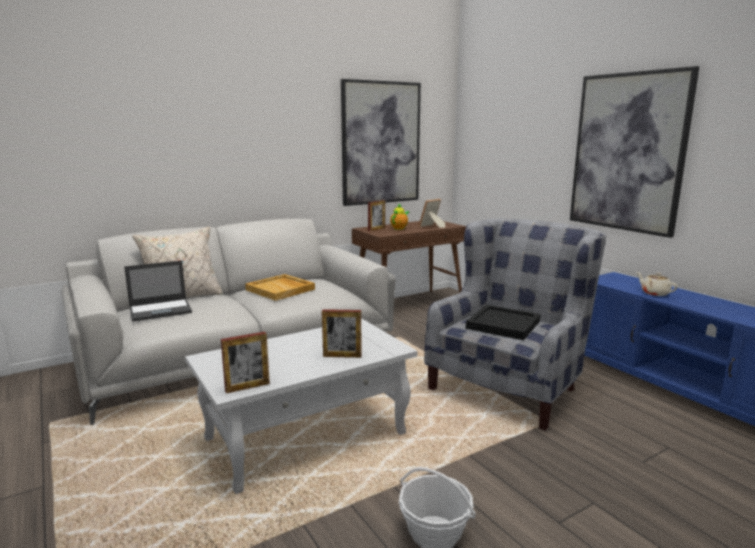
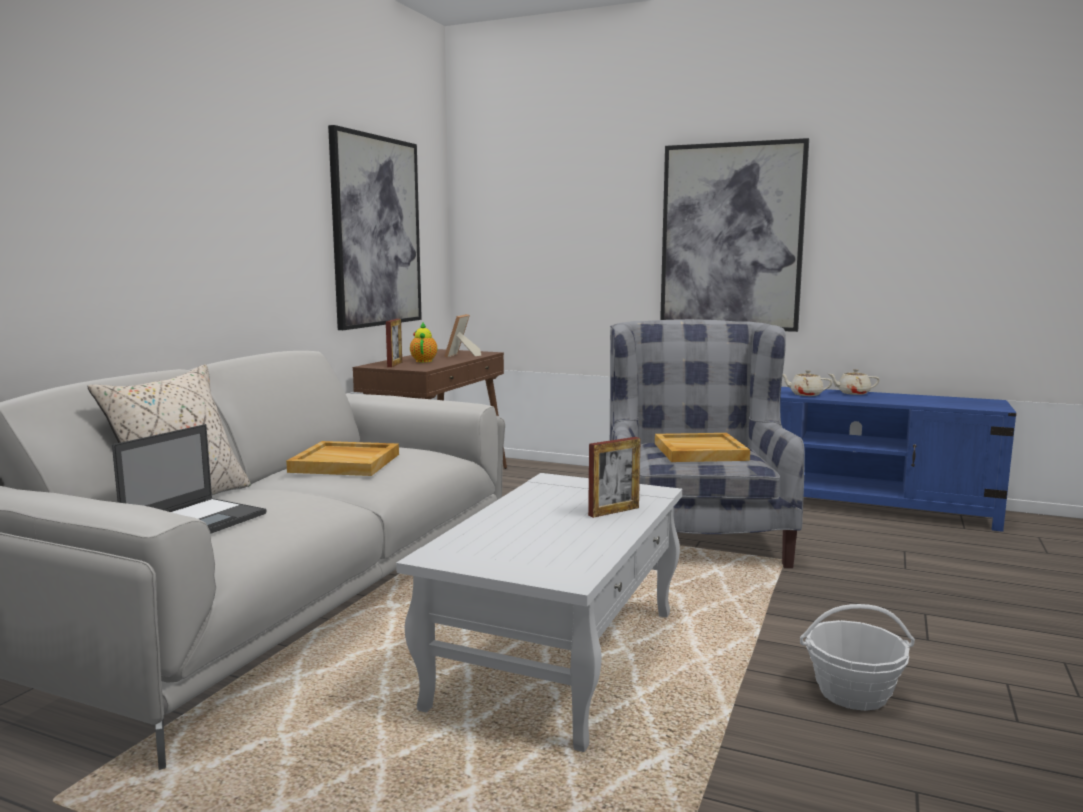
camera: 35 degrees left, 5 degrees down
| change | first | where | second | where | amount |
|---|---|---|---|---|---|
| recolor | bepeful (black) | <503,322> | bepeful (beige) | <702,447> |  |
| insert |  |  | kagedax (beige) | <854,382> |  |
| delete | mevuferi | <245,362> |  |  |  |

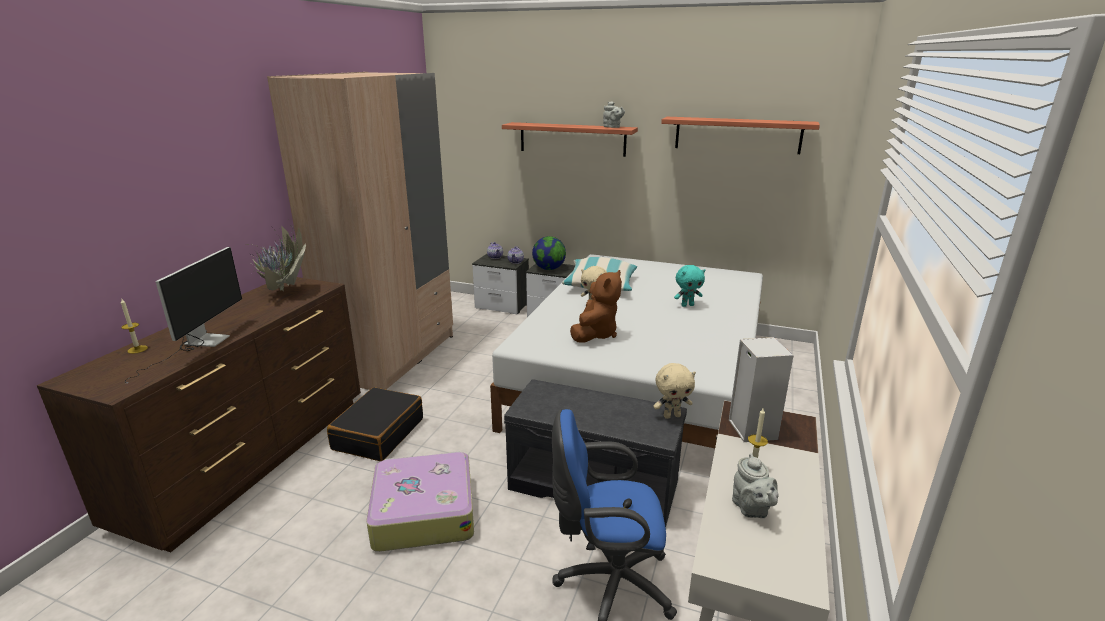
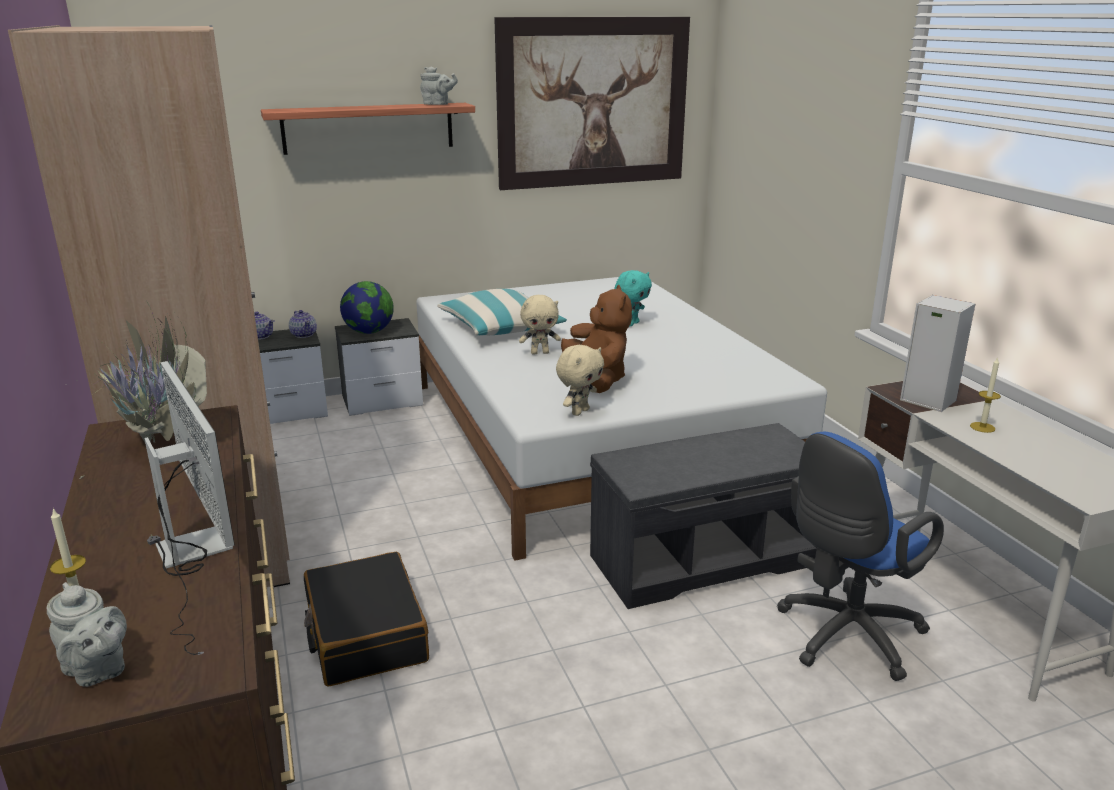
camera: 40 degrees left, 0 degrees up
| change | first | where | second | where | amount |
|---|---|---|---|---|---|
| move | kagedax (grey) | <755,485> |  | <87,634> |  |
| replace | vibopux | <740,135> | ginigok | <592,103> |  |
| move | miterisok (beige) | <674,391> |  | <580,380> |  |
| delete | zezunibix | <420,501> |  |  |  |

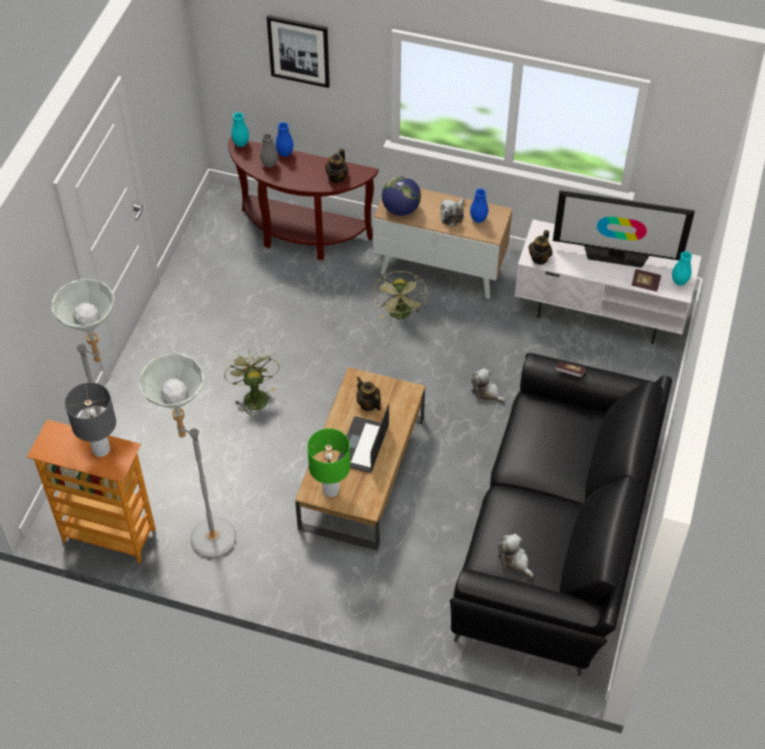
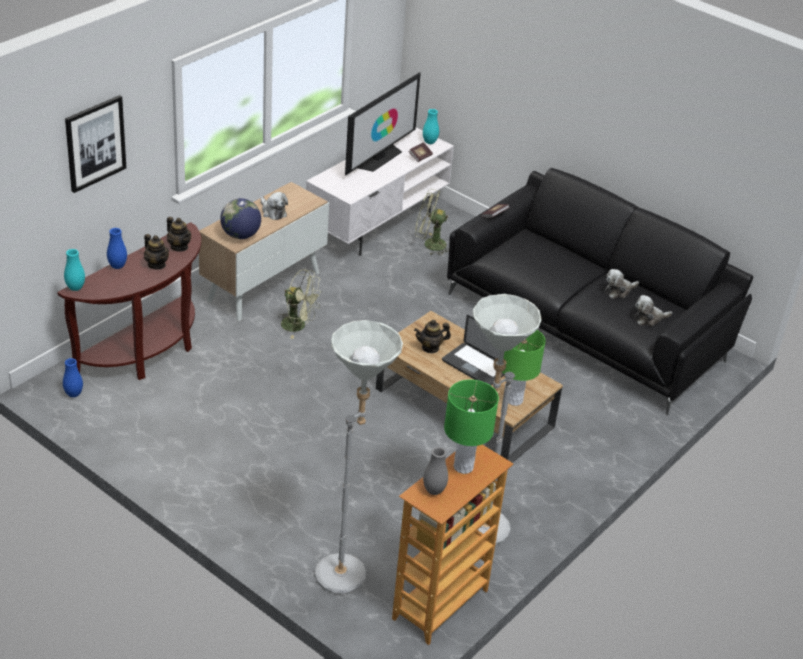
camera: 70 degrees left, 15 degrees down
| change | first | where | second | where | amount |
|---|---|---|---|---|---|
| move | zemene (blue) | <479,206> |  | <73,377> |  |
| move | kagedax | <540,247> |  | <156,252> |  |
| move | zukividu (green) | <252,383> |  | <432,222> |  |
| move | zemene (grey) | <269,150> |  | <435,471> |  |
| recolor | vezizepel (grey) | <90,419> | vezizepel (green) | <471,427> |  |
| move | miterisok | <488,385> |  | <621,284> |  |

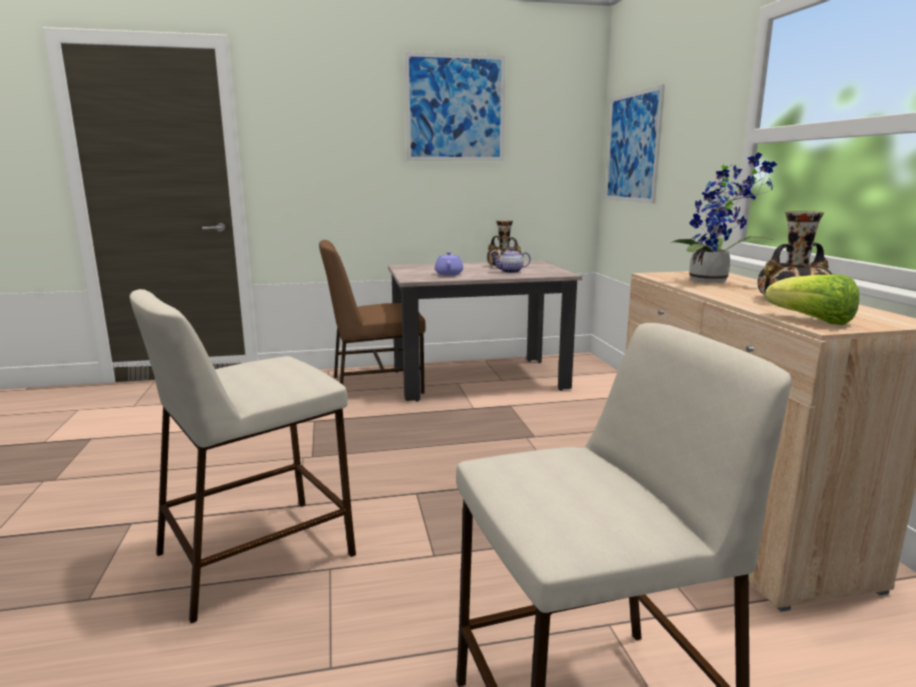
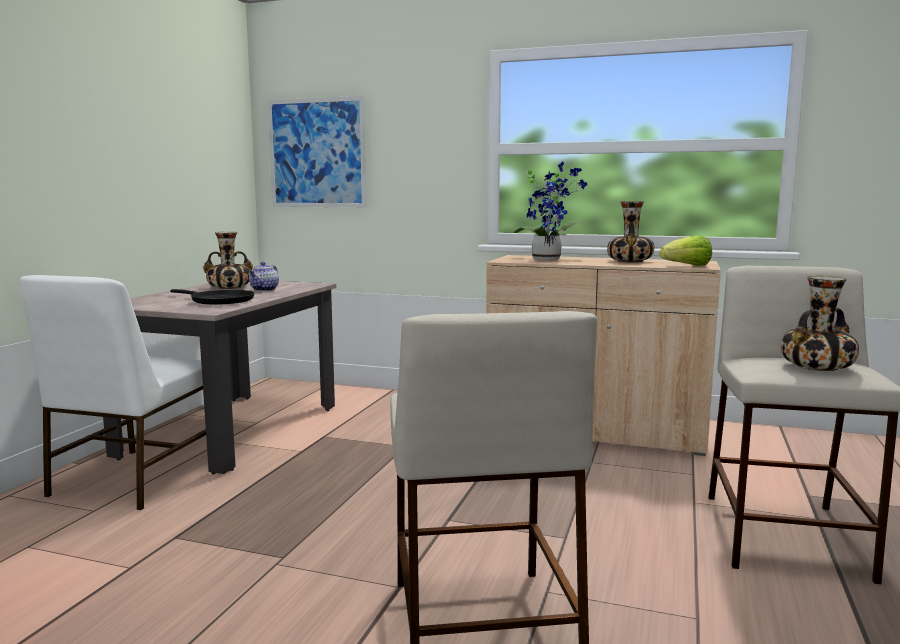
camera: 60 degrees left, 5 degrees down
| change | first | where | second | where | amount |
|---|---|---|---|---|---|
| recolor | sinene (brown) | <372,317> | sinene (white) | <113,392> |  |
| replace | kagedax (purple) | <449,264> | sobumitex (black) | <212,297> |  |
| insert |  |  | zemene | <820,323> |  |
| delete | ginigok | <454,106> |  |  |  |

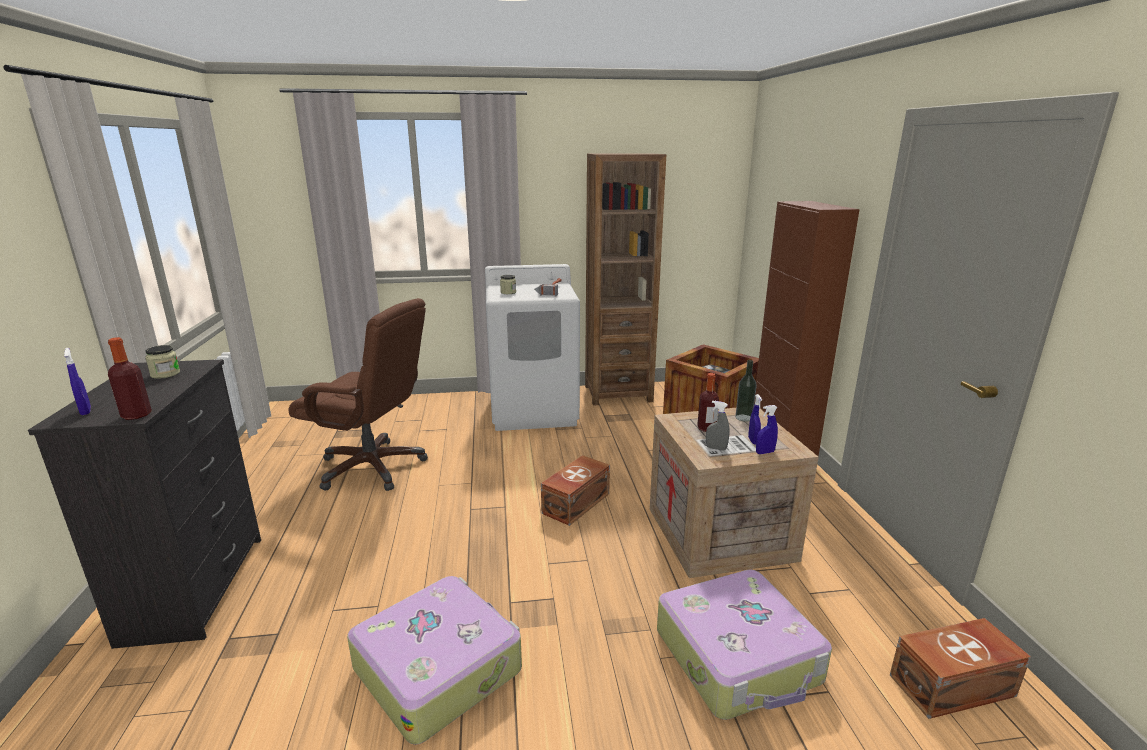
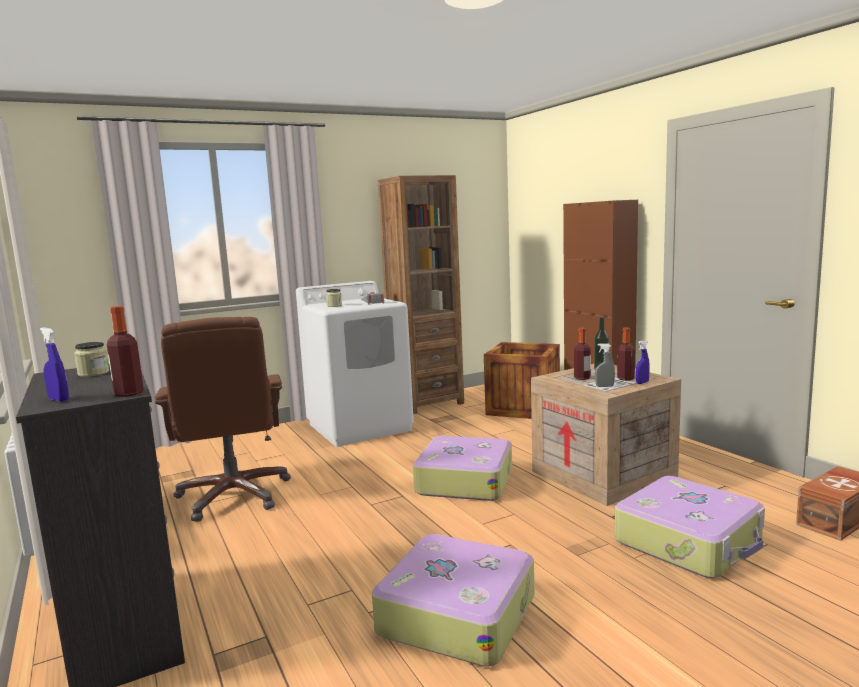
camera: 20 degrees left, 10 degrees down
| change | first | where | second | where | amount |
|---|---|---|---|---|---|
| rotate | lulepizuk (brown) | <358,394> |  | <223,419> | 75 degrees clockwise |
| replace | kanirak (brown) | <575,490> | zezunibix | <462,468> |  |
| replace | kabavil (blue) | <755,419> | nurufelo | <626,354> |  |

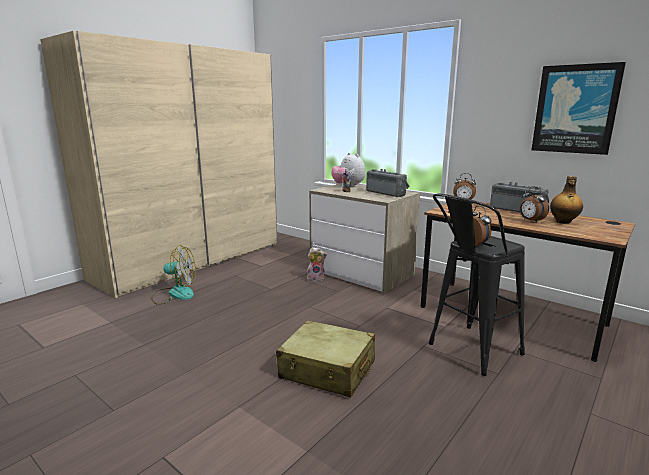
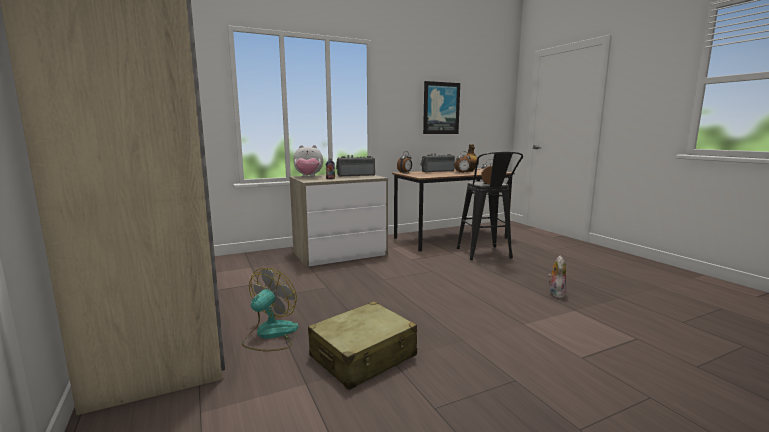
camera: 65 degrees left, 5 degrees down
| change | first | where | second | where | amount |
|---|---|---|---|---|---|
| move | zezunibix (beige) | <325,359> |  | <362,345> |  |
| move | miterisok | <317,264> |  | <557,277> |  |

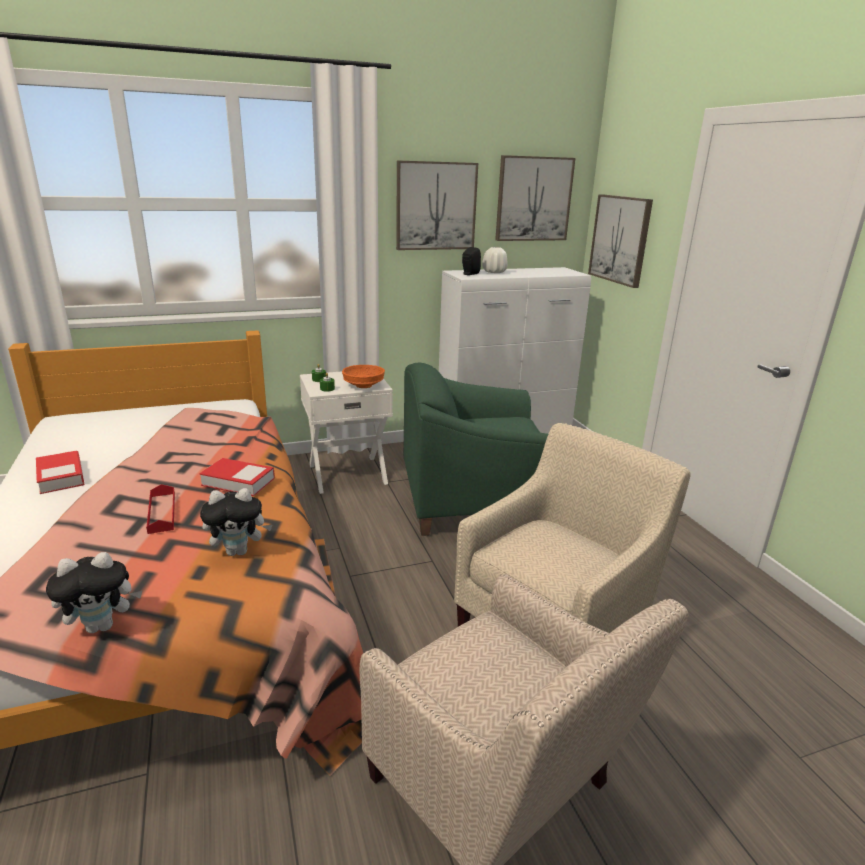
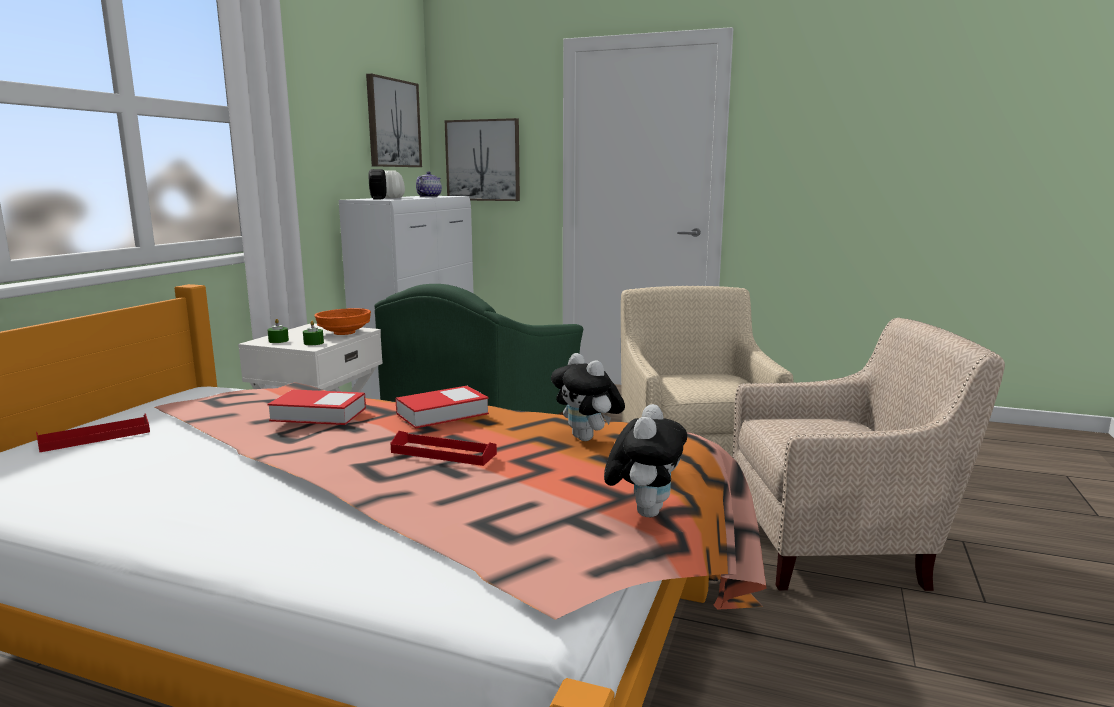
camera: 50 degrees left, 10 degrees down
| change | first | where | second | where | amount |
|---|---|---|---|---|---|
| insert |  |  | bepeful (red) | <93,432> |  |
| move | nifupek | <60,472> |  | <317,407> |  |
| insert |  |  | kagedax | <429,184> |  |
| rotate | miterisok | <236,522> |  | <588,397> | 120 degrees clockwise |
| delete | ginigok | <437,205> |  |  |  |

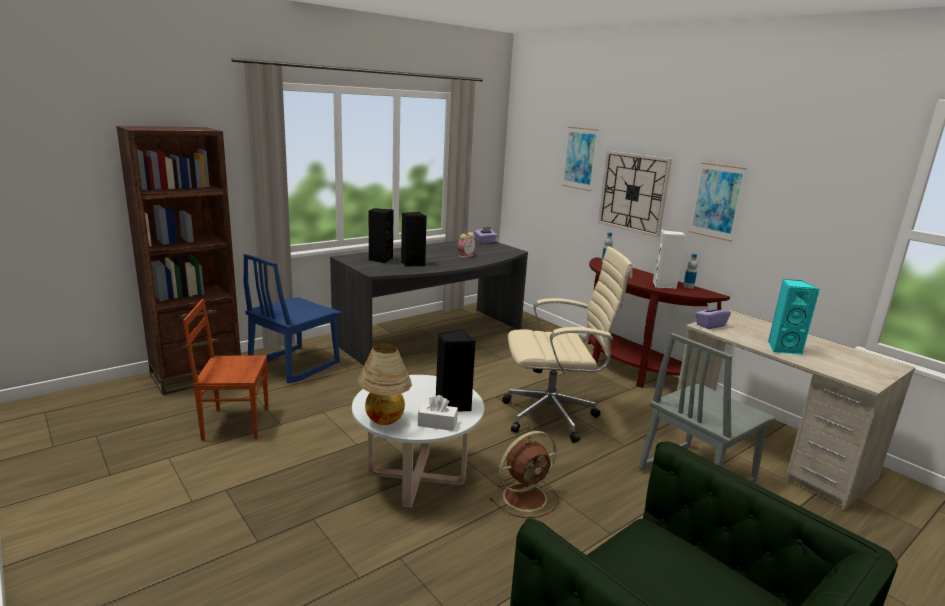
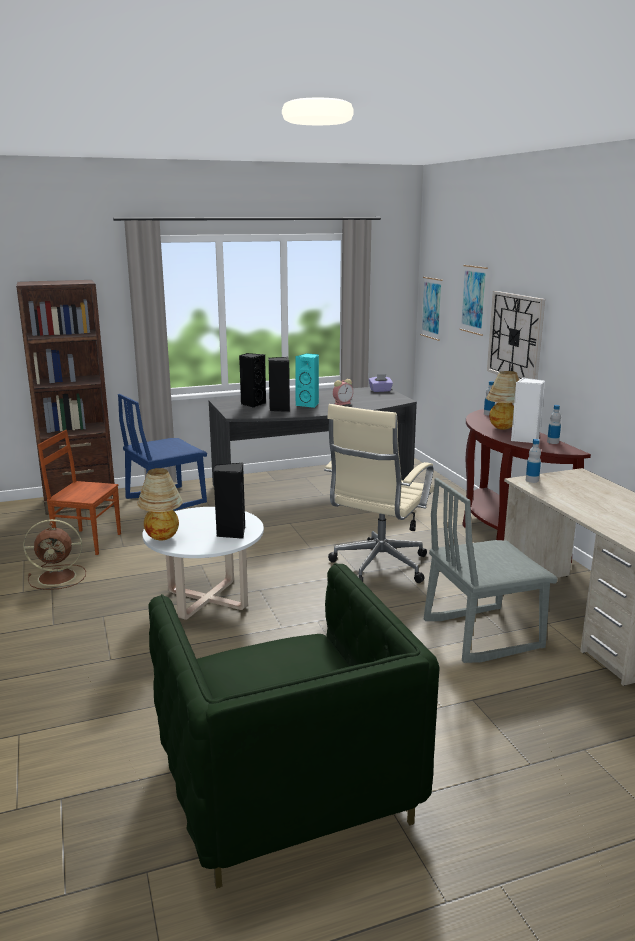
camera: 20 degrees right, 0 degrees up
| change | first | where | second | where | amount |
|---|---|---|---|---|---|
| move | zukividu (brown) | <524,474> |  | <54,554> |  |
| move | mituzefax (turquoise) | <794,317> |  | <307,380> |  |
| rotate | lulepizuk (beige) | <567,344> |  | <379,493> | 105 degrees clockwise |
| move | ginigok | <718,201> |  | <431,309> |  |
| insert |  |  | vezizepel | <502,400> |  |
| replace | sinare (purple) | <713,315> | nurufelo | <533,461> |  |
| delete | sinare (white) | <438,413> |  |  |  |

